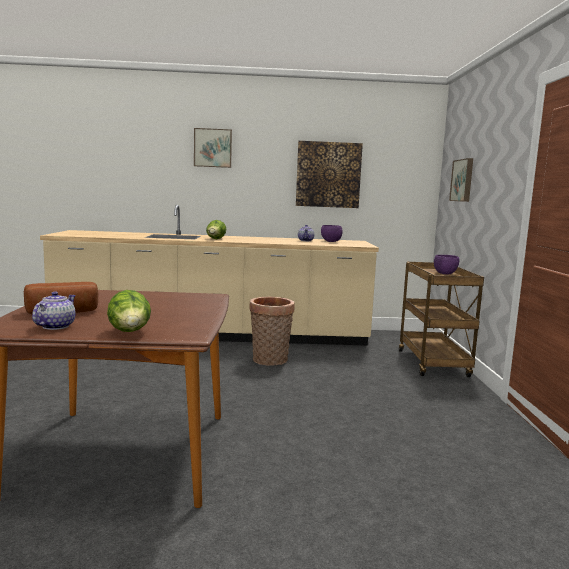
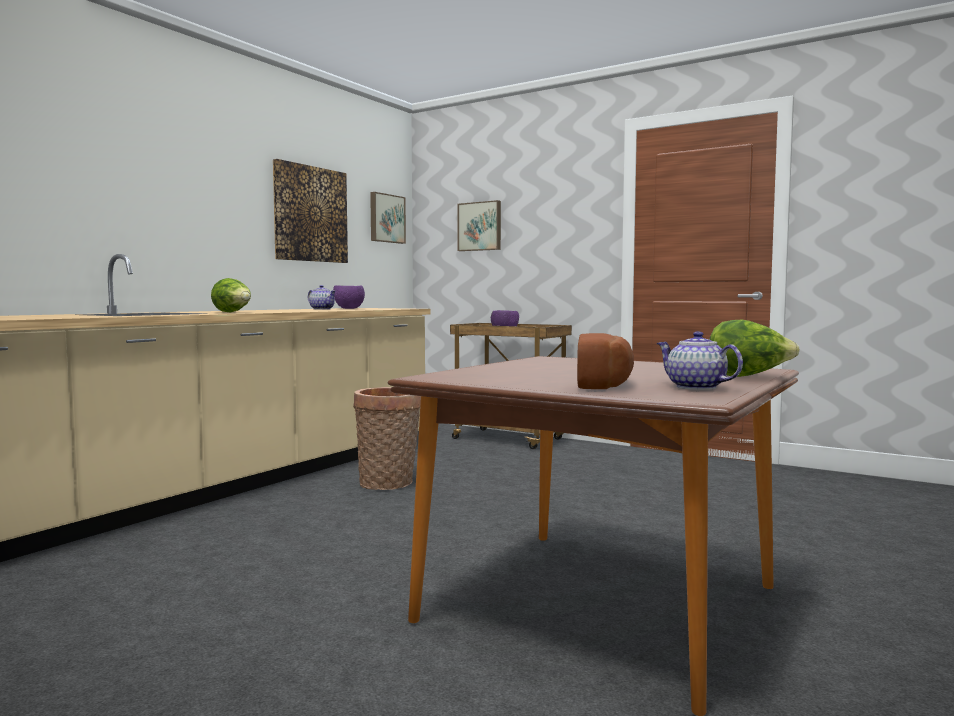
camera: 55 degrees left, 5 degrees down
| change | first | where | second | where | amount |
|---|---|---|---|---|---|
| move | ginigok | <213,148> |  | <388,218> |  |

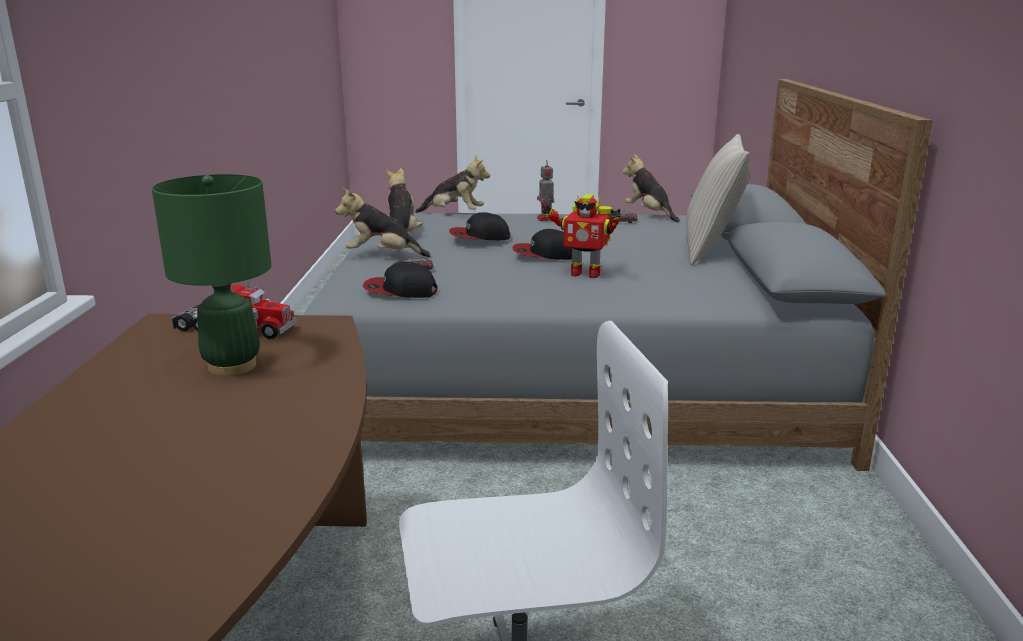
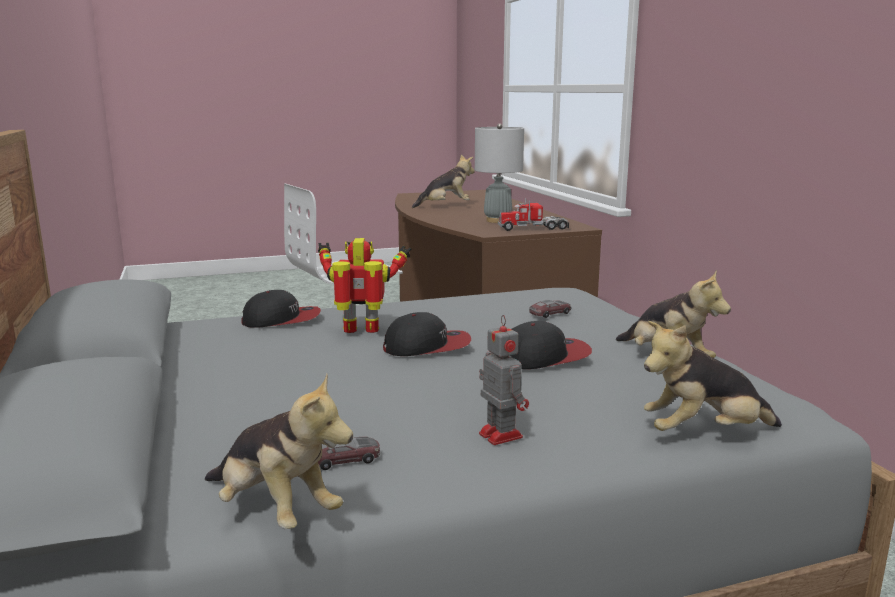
camera: 160 degrees right, 5 degrees down
| change | first | where | second | where | amount |
|---|---|---|---|---|---|
| move | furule | <400,280> |  | <281,309> |  |
| move | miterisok | <383,222> |  | <443,181> |  |
| recolor | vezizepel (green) | <212,275> | vezizepel (grey) | <499,173> |  |
| delete | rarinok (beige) | <718,199> |  |  |  |

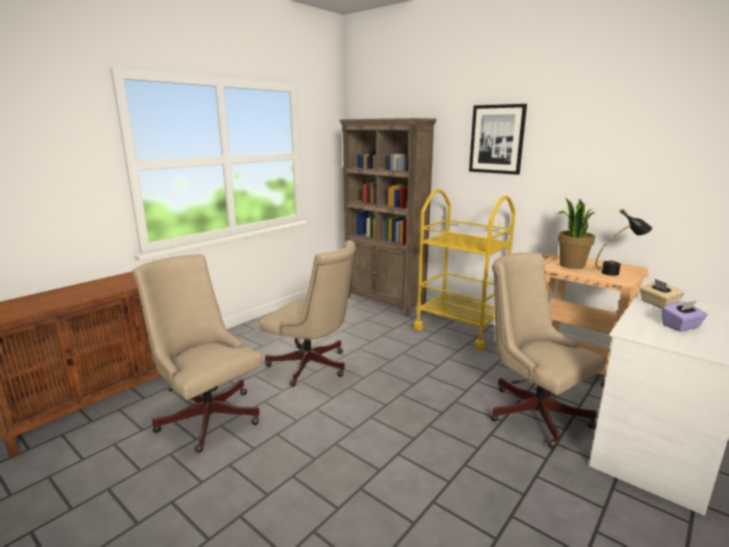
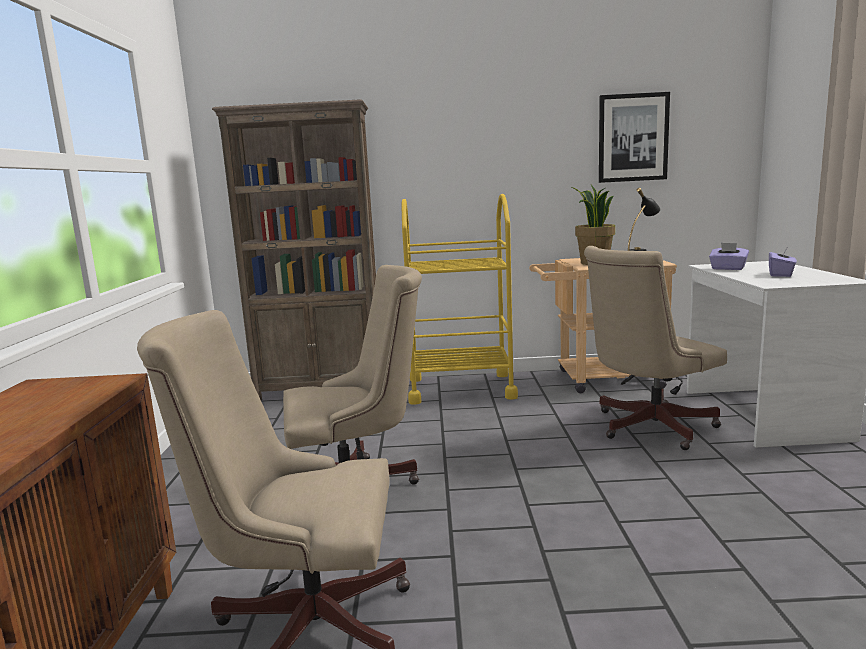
camera: 40 degrees left, 5 degrees down
| change | first | where | second | where | amount |
|---|---|---|---|---|---|
| rotate | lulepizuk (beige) | <548,350> |  | <655,348> | 45 degrees counterclockwise |
| move | ginigok | <498,139> |  | <634,137> |  |
| recolor | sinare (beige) | <662,294> | sinare (purple) | <729,256> |  |

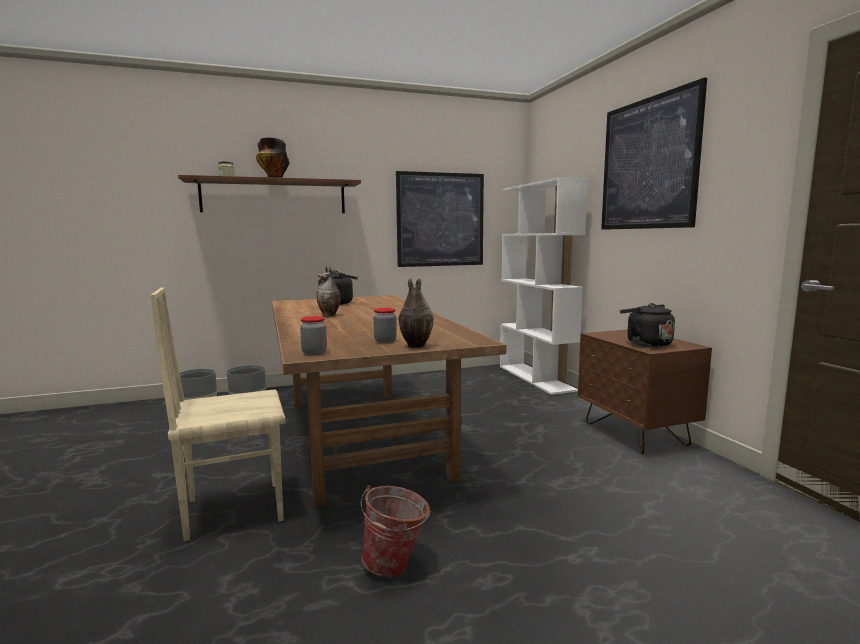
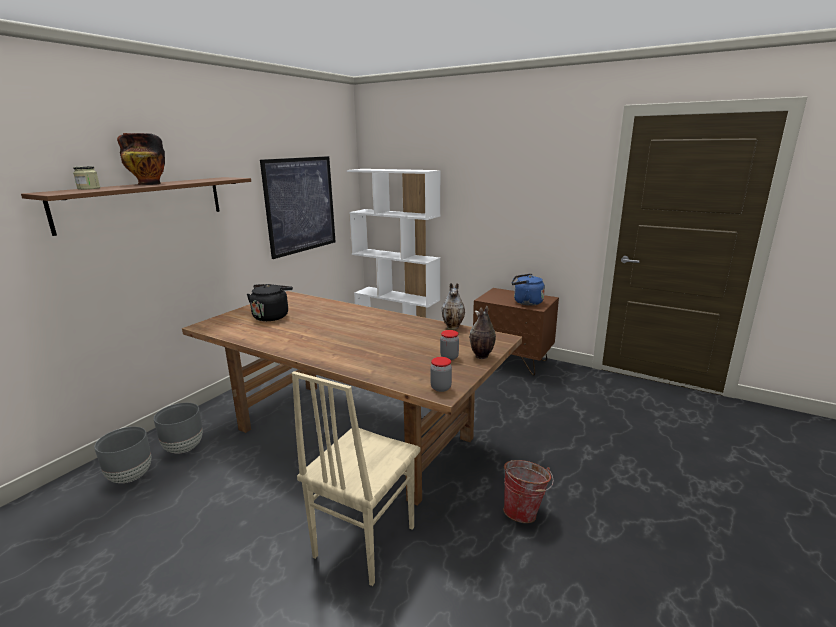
camera: 40 degrees left, 10 degrees up
| change | first | where | second | where | amount |
|---|---|---|---|---|---|
| move | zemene | <328,291> |  | <453,306> |  |
| recolor | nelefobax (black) | <647,325> | nelefobax (blue) | <528,290> |  |
| delete | ginigok | <654,153> |  |  |  |

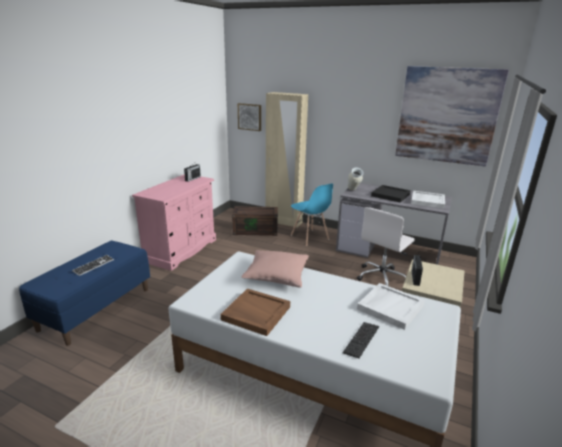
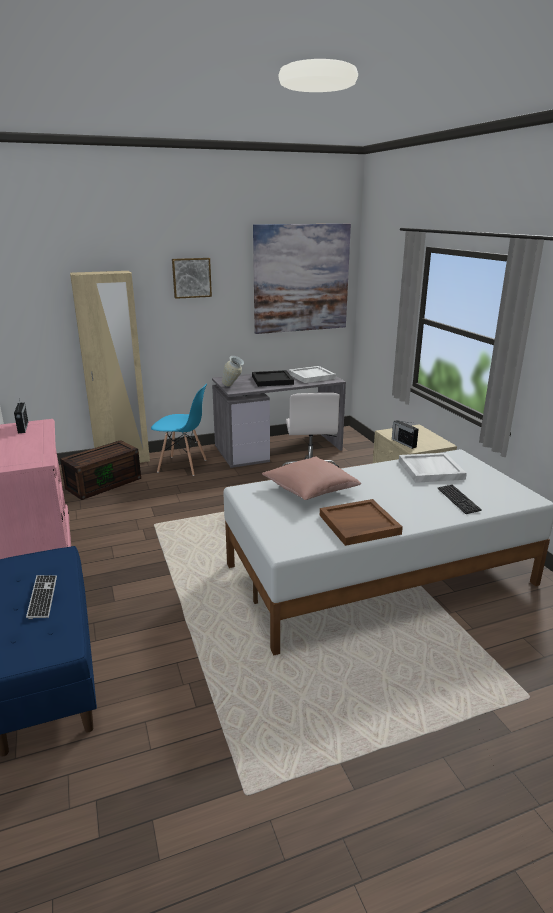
camera: 45 degrees left, 0 degrees up
| change | first | where | second | where | amount |
|---|---|---|---|---|---|
| move | ginigok | <249,117> |  | <192,278> |  |

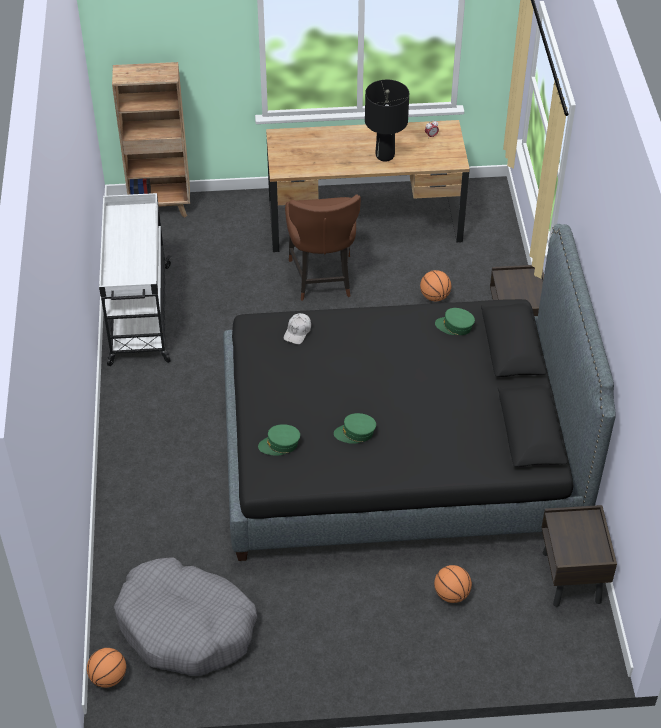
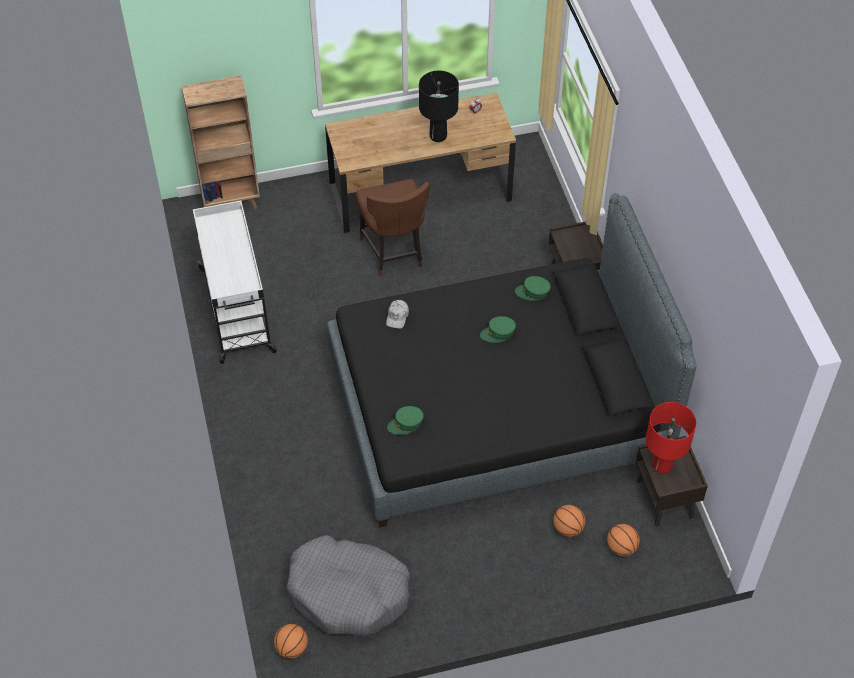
camera: 10 degrees left, 5 degrees up
| change | first | where | second | where | amount |
|---|---|---|---|---|---|
| move | furule (green) | <355,428> |  | <498,329> |  |
| move | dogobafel | <435,285> |  | <623,540> |  |
| insert |  |  | vezizepel (red) | <671,438> |  |

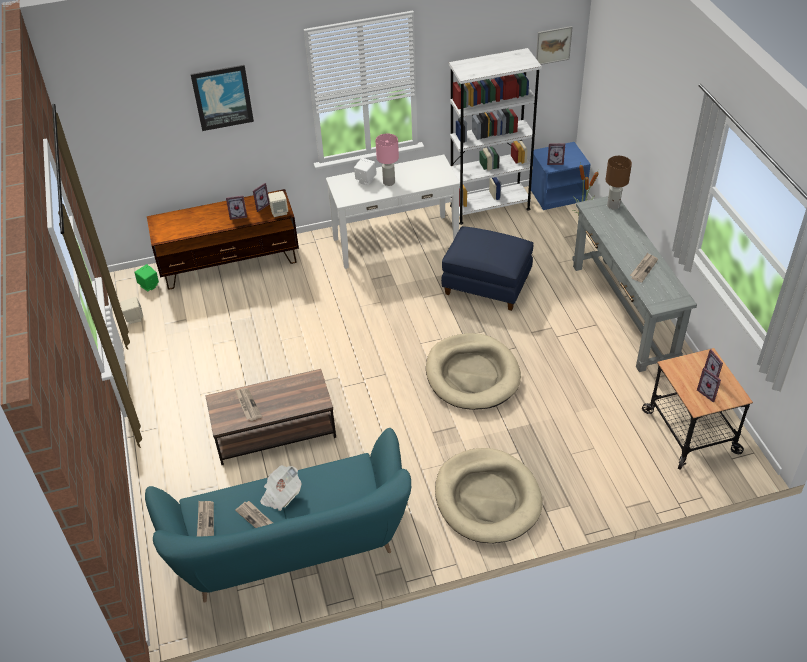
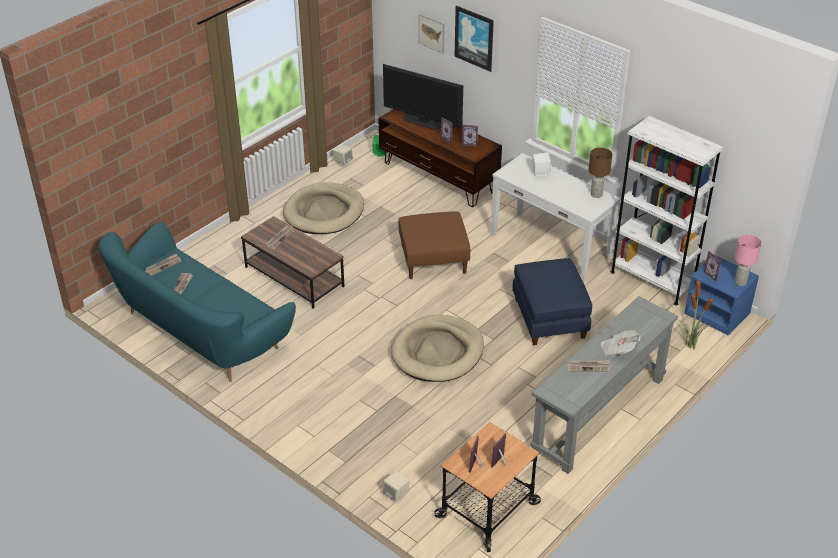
camera: 55 degrees right, 5 degrees down
| change | first | where | second | where | amount |
|---|---|---|---|---|---|
| move | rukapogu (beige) | <488,495> |  | <323,208> |  |
| insert |  |  | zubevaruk | <423,97> |  |
| move | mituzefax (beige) | <278,204> |  | <396,487> |  |
| insert |  |  | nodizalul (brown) | <434,245> |  |
| move | ginigok | <554,45> |  | <431,33> |  |
| move | vezizepel (brown) | <619,182> |  | <600,173> |  |
| move | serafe | <280,488> |  | <621,343> |  |
| move | vezizepel (pink) | <387,159> |  | <748,260> |  |

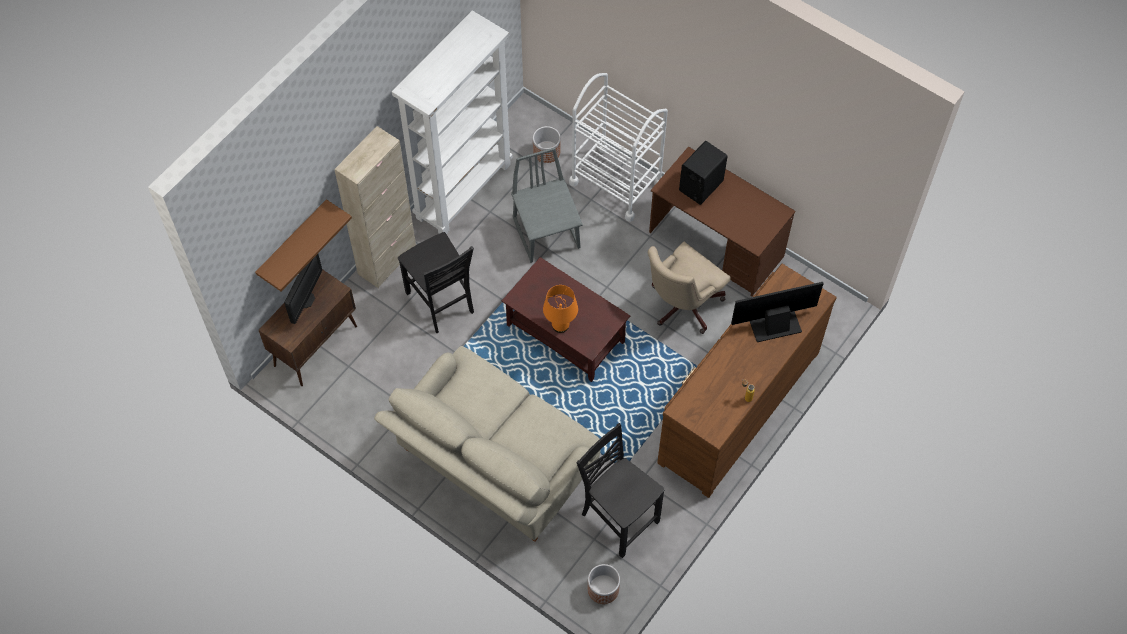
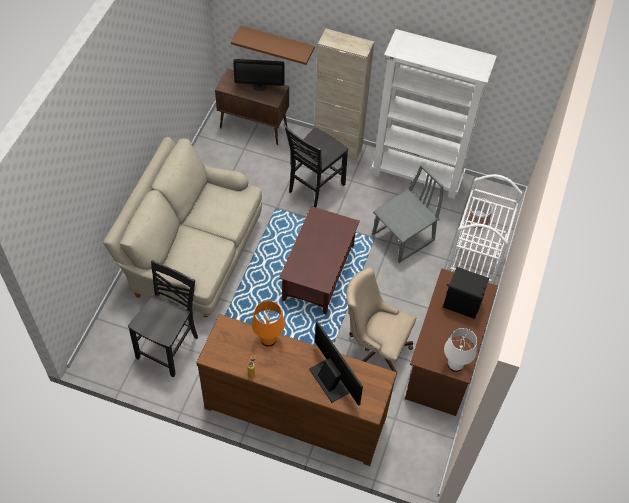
camera: 70 degrees right, 5 degrees down
| change | first | where | second | where | amount |
|---|---|---|---|---|---|
| move | vezizepel (orange) | <560,309> |  | <268,324> |  |
| insert |  |  | vezizepel (white) | <460,350> |  |
| delete | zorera | <604,584> |  |  |  |

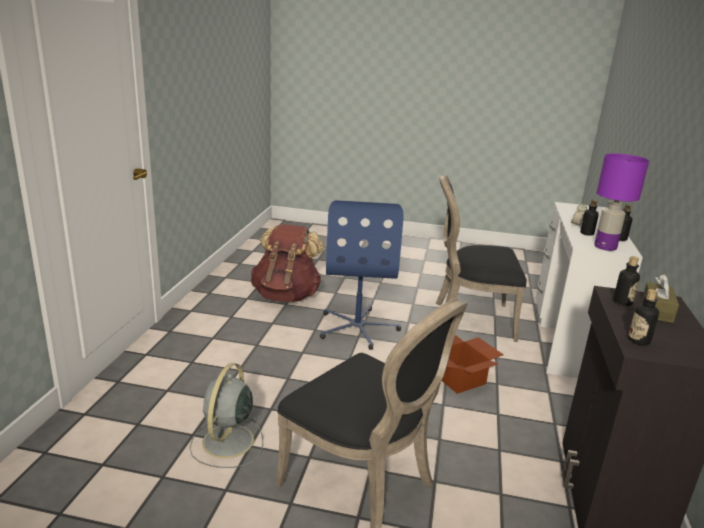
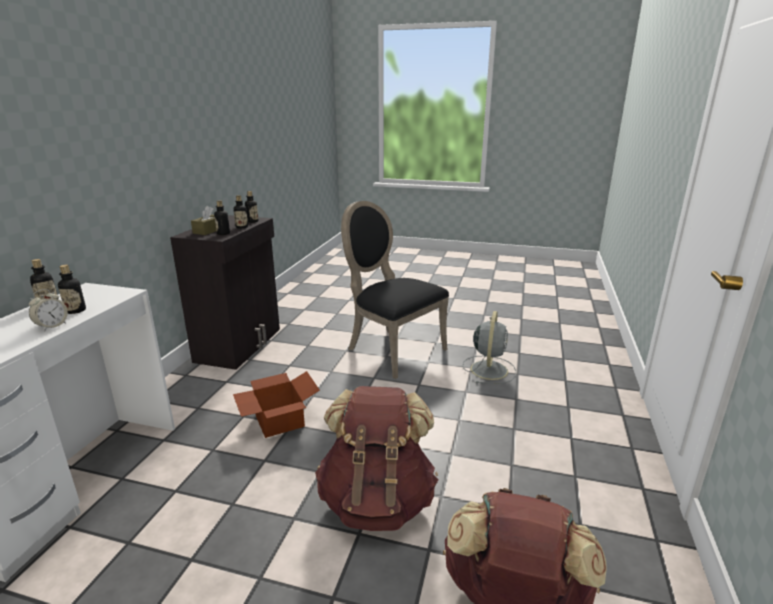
camera: 175 degrees left, 0 degrees up
| change | first | where | second | where | amount |
|---|---|---|---|---|---|
| insert |  |  | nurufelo | <241,212> |  |
| replace | lulepizuk (blue) | <362,275> | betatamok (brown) | <377,458> |  |
| delete | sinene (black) | <481,258> |  |  |  |
| delete | vezizepel (purple) | <621,202> |  |  |  |

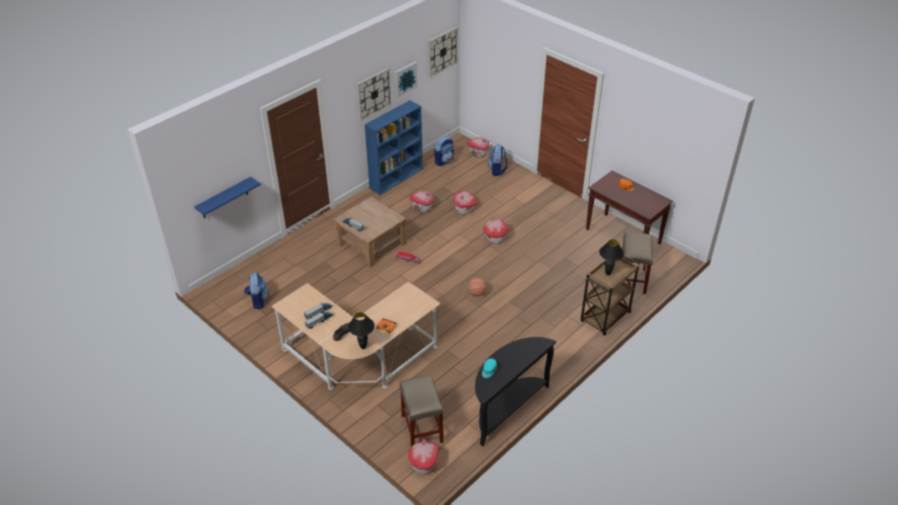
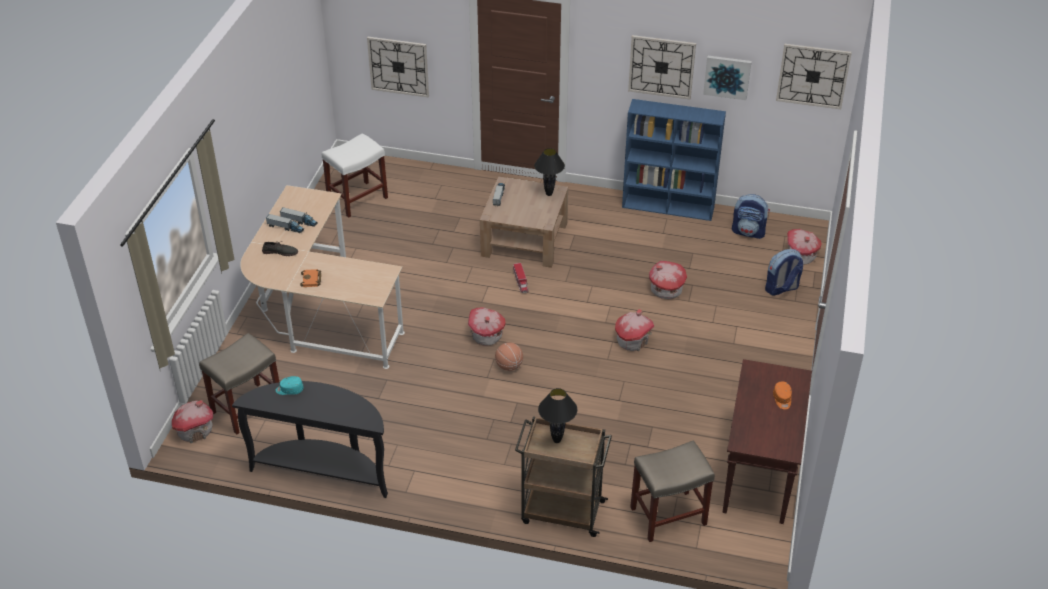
camera: 60 degrees right, 0 degrees up
| change | first | where | second | where | amount |
|---|---|---|---|---|---|
| replace | betatamok | <256,290> | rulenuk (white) | <355,175> |  |
| replace | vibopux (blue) | <227,197> | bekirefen | <398,67> |  |
| move | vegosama | <421,202> |  | <486,326> |  |
| move | vezizepel (black) | <361,330> |  | <549,172> |  |

